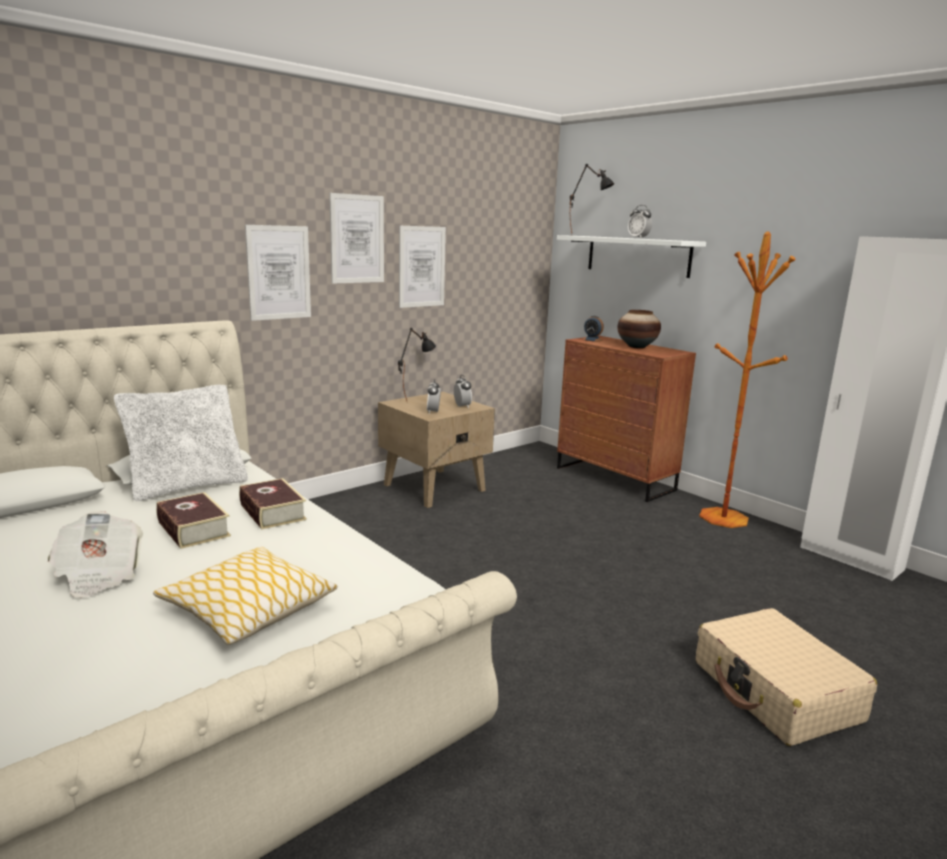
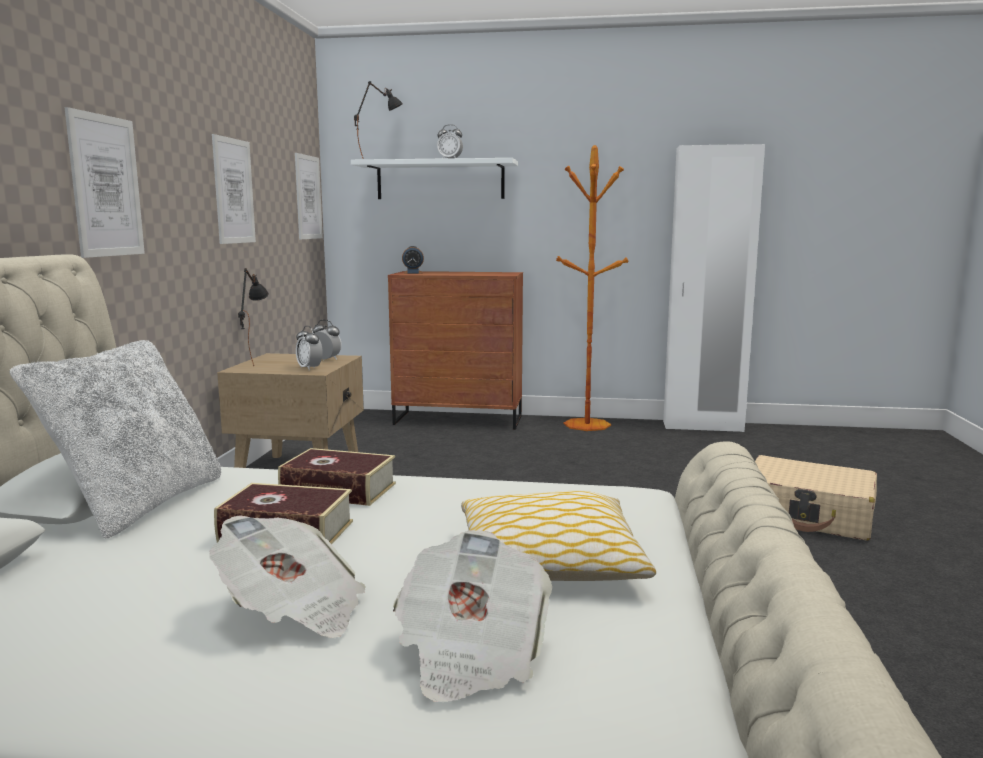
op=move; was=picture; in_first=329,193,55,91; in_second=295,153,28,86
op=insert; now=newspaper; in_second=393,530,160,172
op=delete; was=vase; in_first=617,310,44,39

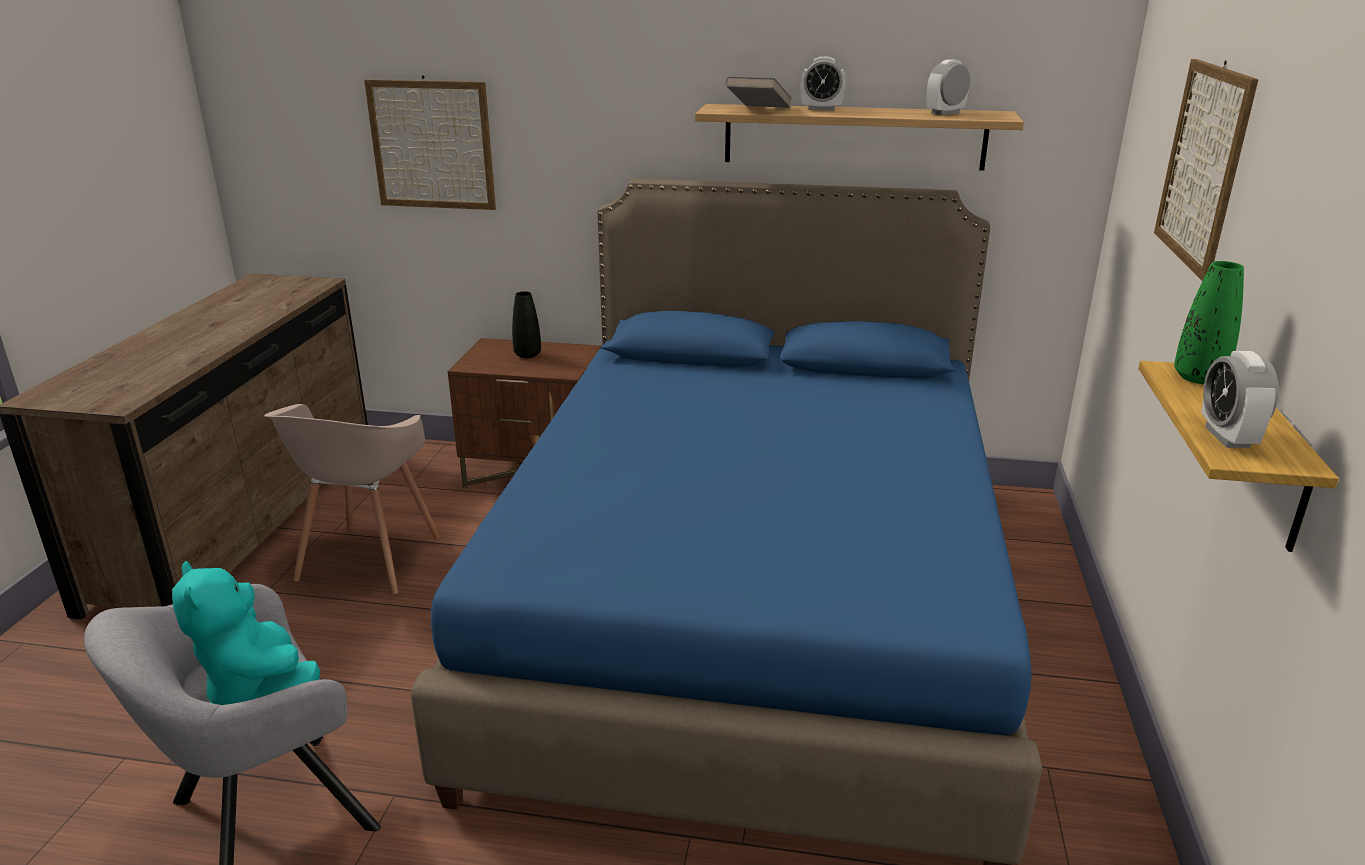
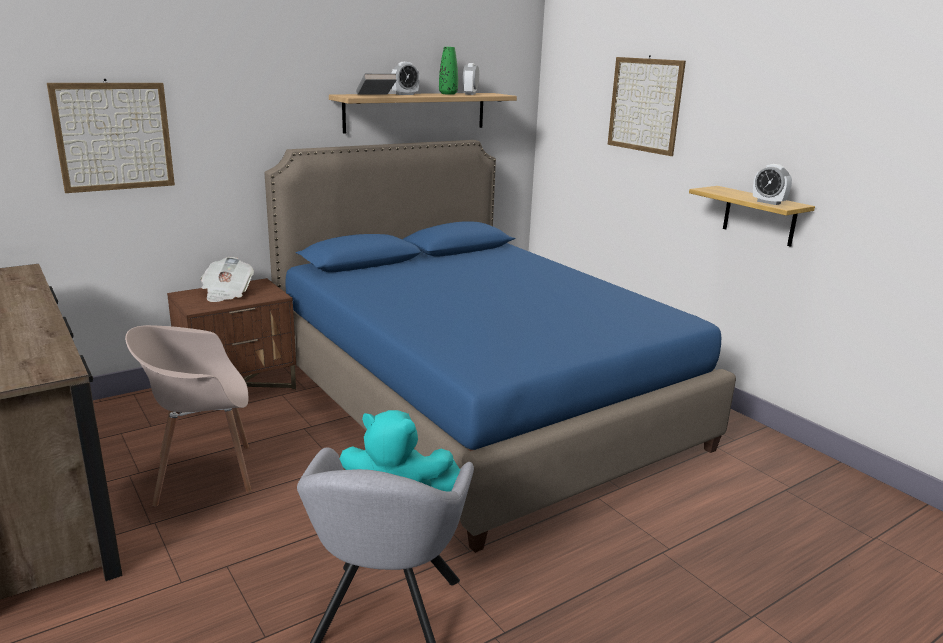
op=rotate; was=beige_chair; in_first=264,404,176,190; in_second=125,325,126,182; clockwise=105
op=replace; was=black_vase; now=newspaper; in_first=512,291,29,67; in_second=201,257,53,45
op=move; was=green_vase; in_first=1174,261,70,123; in_second=439,47,19,48

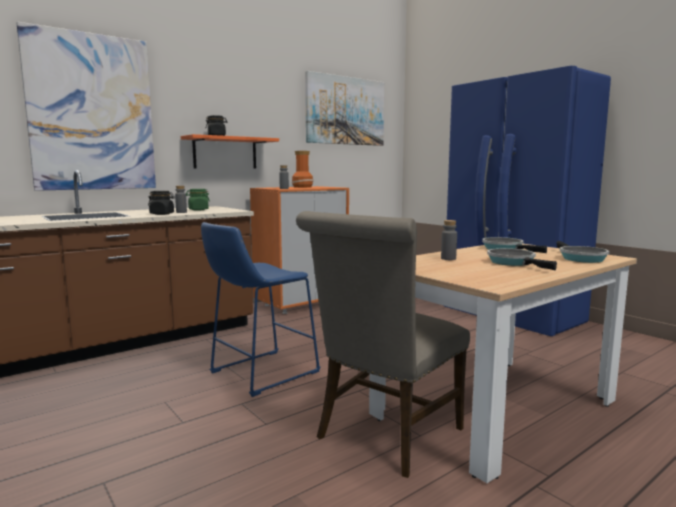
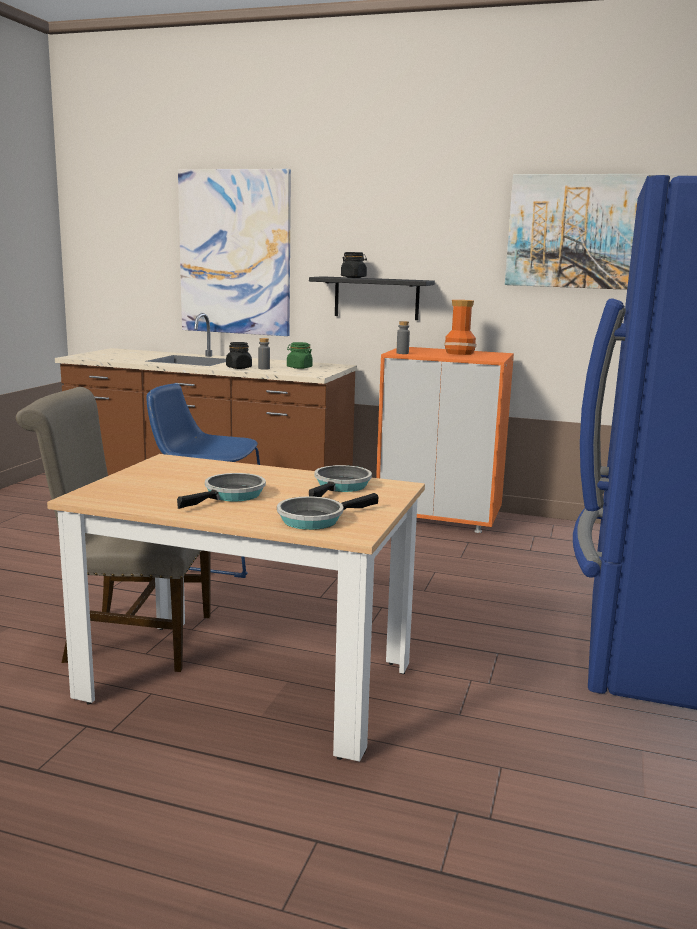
op=recolor; was=orange_shelf; now=black_shelf; in_first=181,134,98,35; in_second=309,276,126,44
op=delete; was=grey_bottle; in_first=441,220,16,40

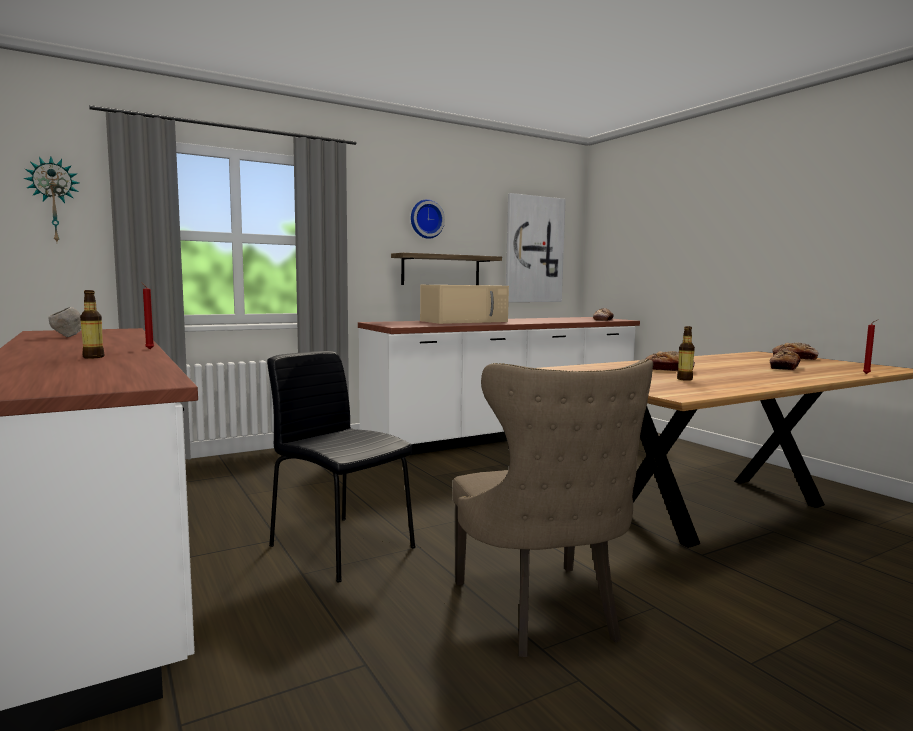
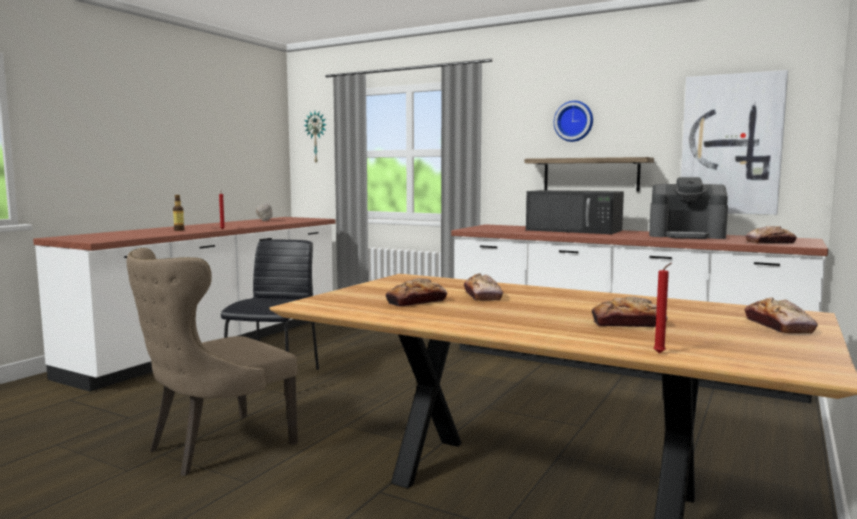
op=replace; was=bottle; now=bread; in_first=677,326,18,55; in_second=386,278,61,29
op=recolor; was=beige_microwave; now=black_microwave; in_first=420,285,89,39; in_second=526,190,98,44
op=insert; now=coffee_machine; in_second=649,177,79,62

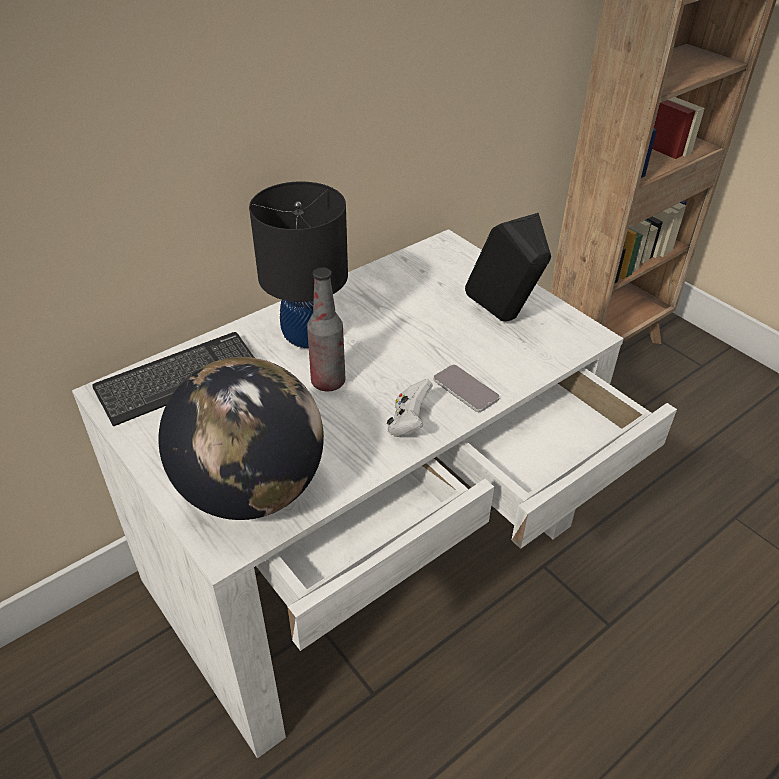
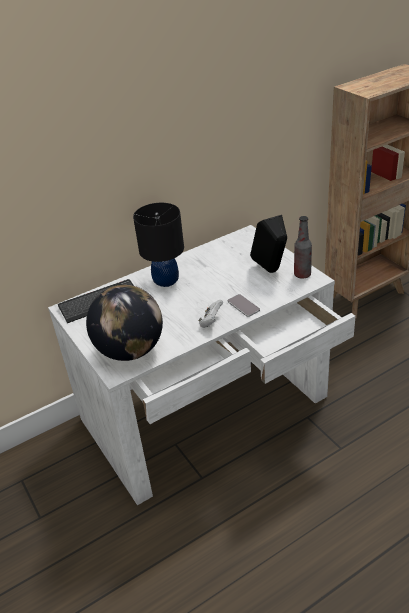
op=move; was=bottle; in_first=307,268,38,123; in_second=294,216,18,63

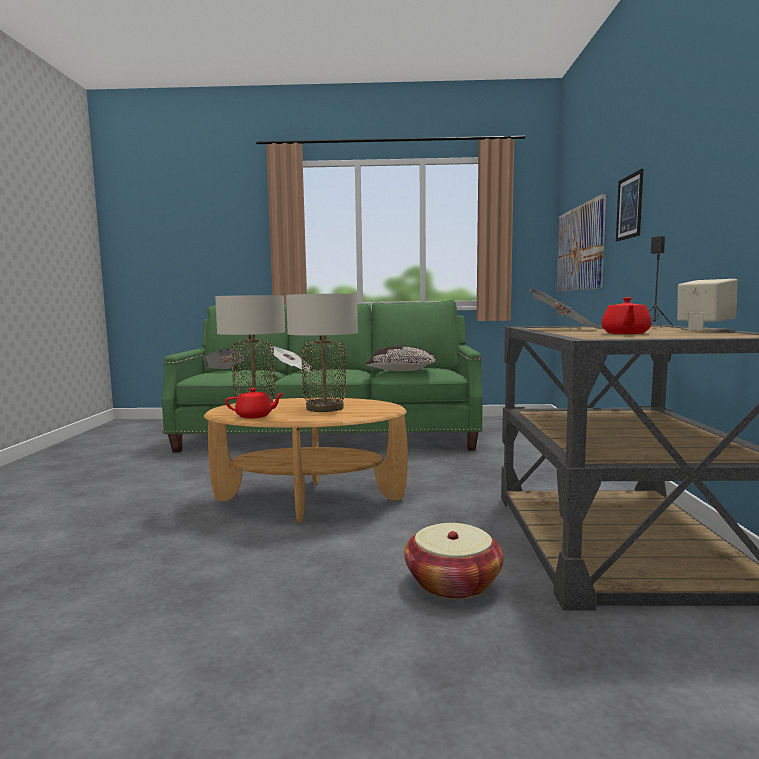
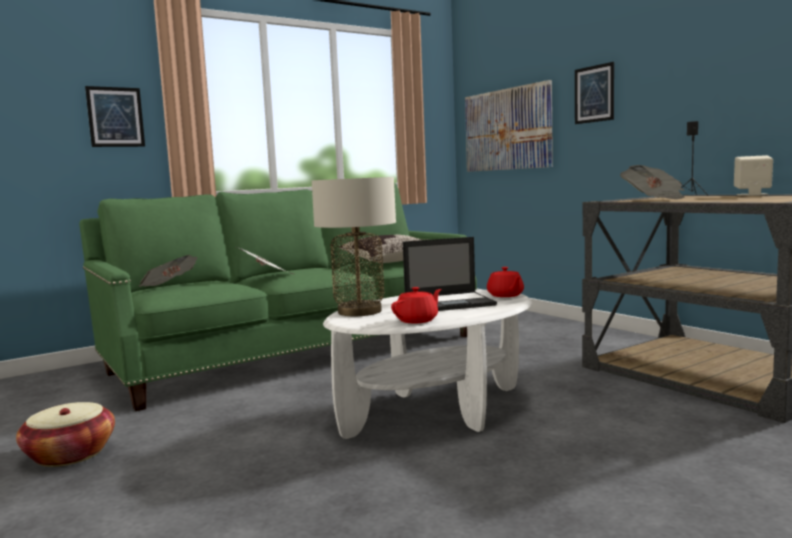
op=move; was=basket; in_first=404,523,99,76; in_second=16,402,99,65
op=insert; now=picture; in_second=85,86,60,61
op=recolor; was=brown_coffee_table; now=white_coffee_table; in_first=204,398,204,125; in_second=323,290,209,149
op=replace; was=table_lamp; now=laptop; in_first=286,294,72,118; in_second=403,237,94,74
op=move; was=red_teapot; in_first=601,297,51,37; in_second=487,267,37,30

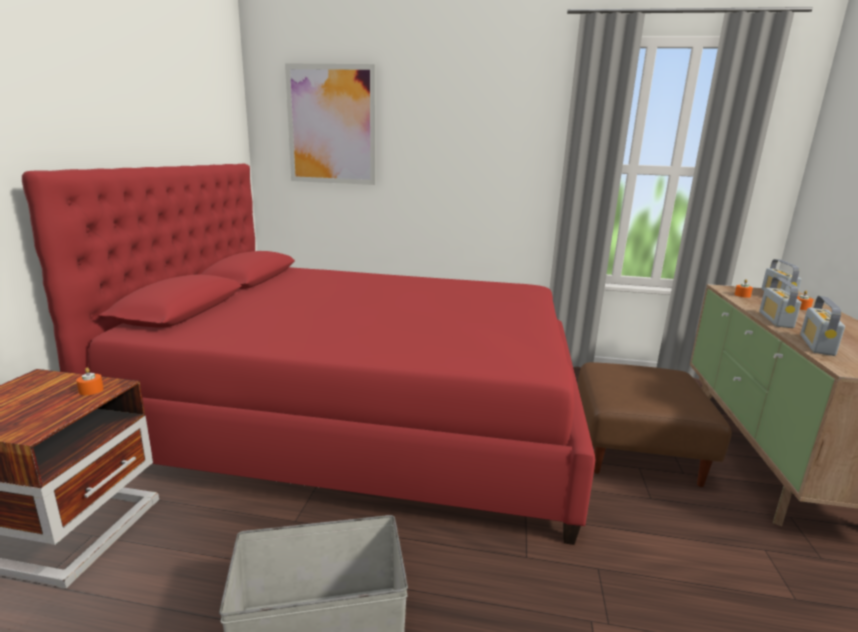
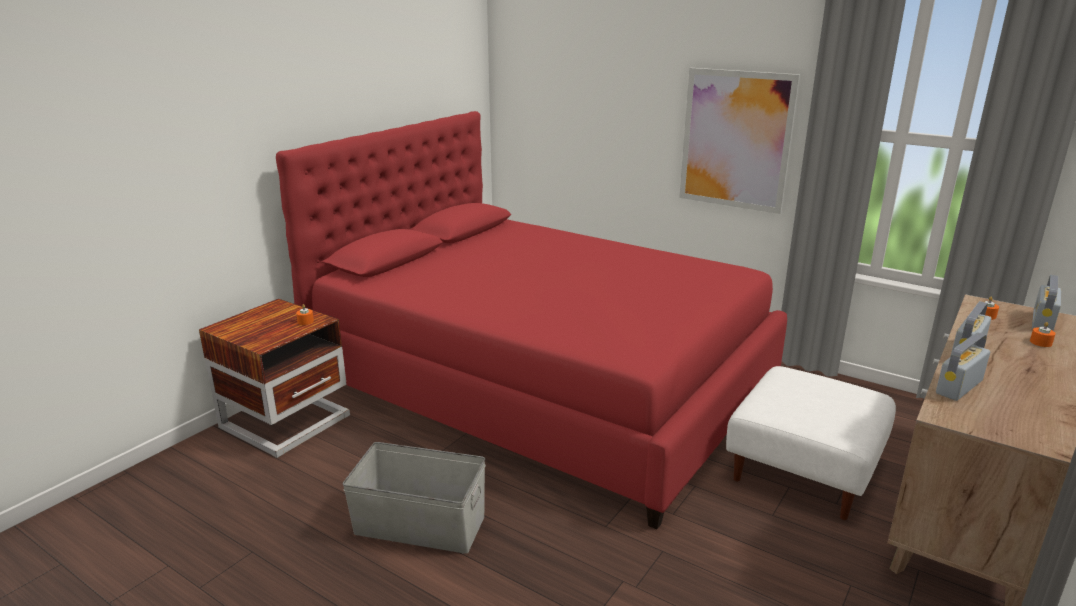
op=move; was=picture; in_first=285,63,91,122; in_second=679,68,121,146
op=recolor; was=brown_ottoman; now=white_ottoman; in_first=578,362,154,125; in_second=726,366,170,154

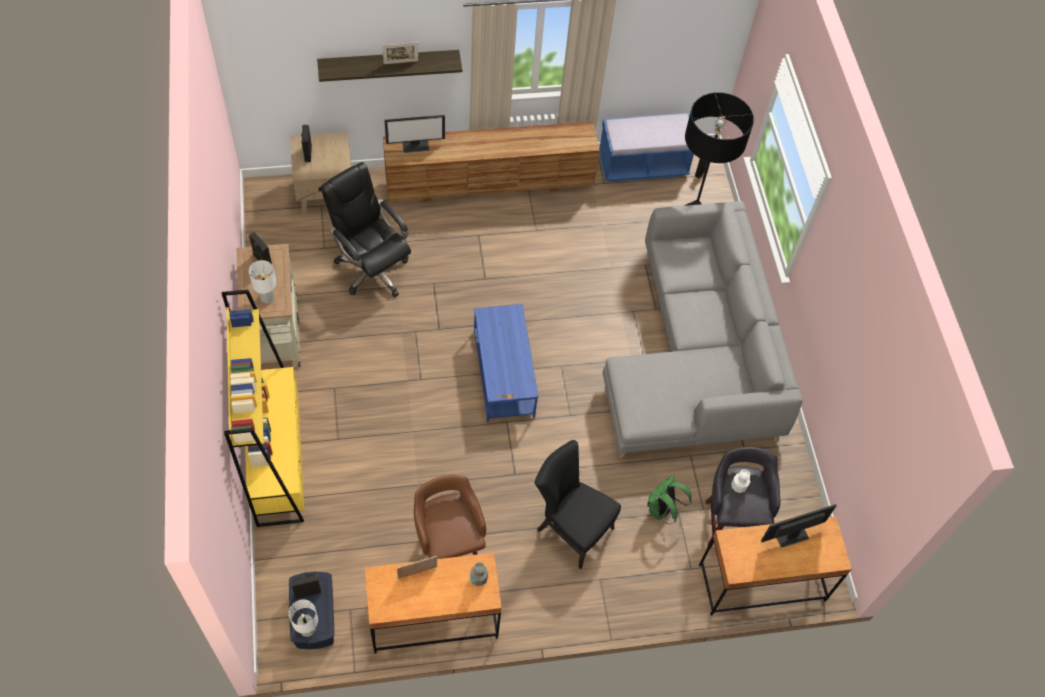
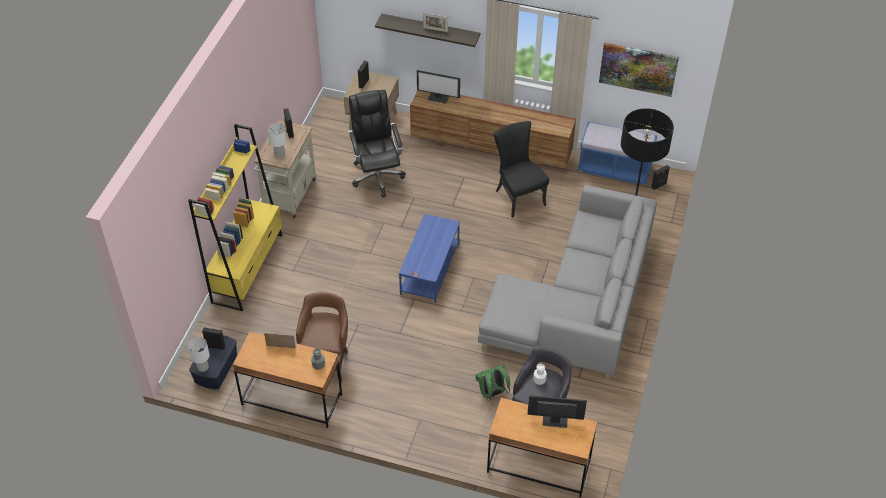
op=move; was=black_chair; in_first=535,440,86,129; in_second=493,121,56,97
op=insert; now=picture; in_second=599,43,80,54

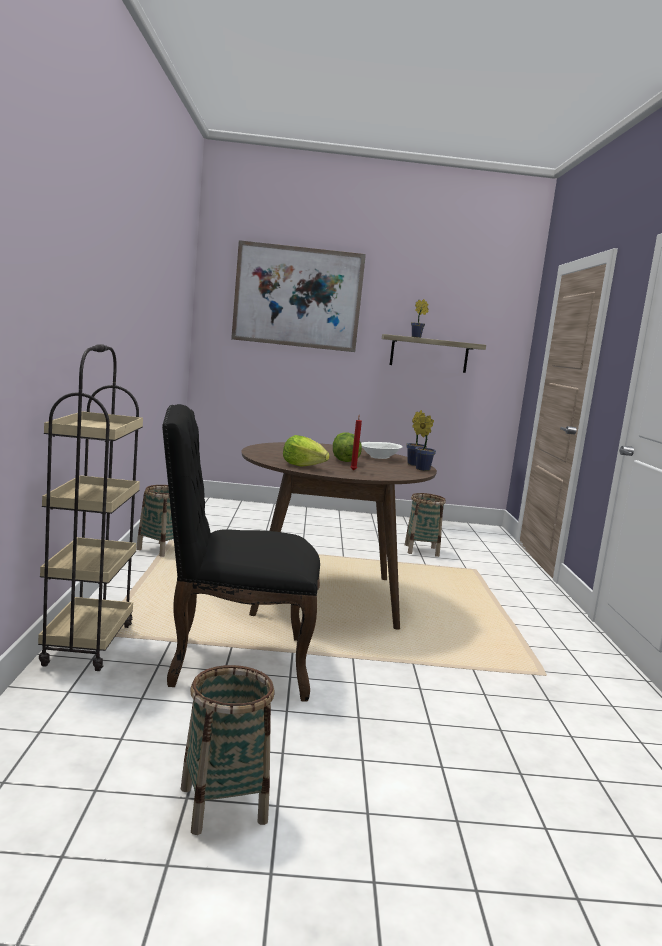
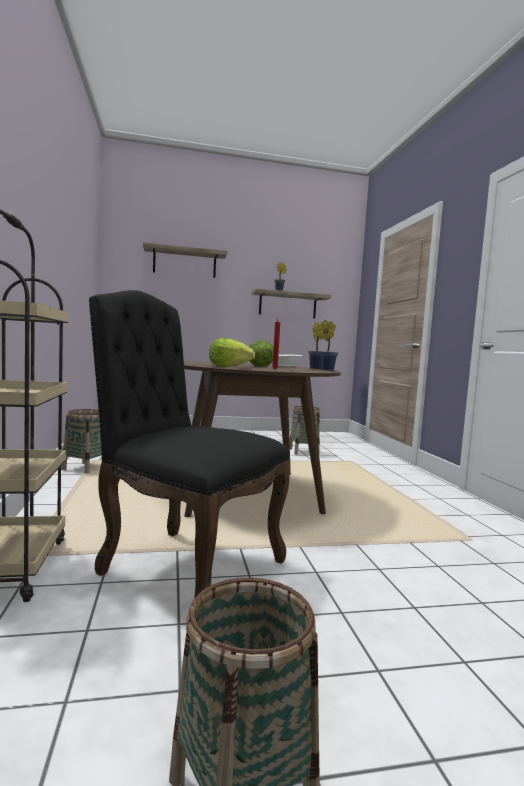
op=rotate; was=black_chair; in_first=162,404,158,298; in_second=89,290,201,309; clockwise=45
op=replace; was=picture; now=shelf; in_first=231,240,135,112; in_second=143,242,84,36

